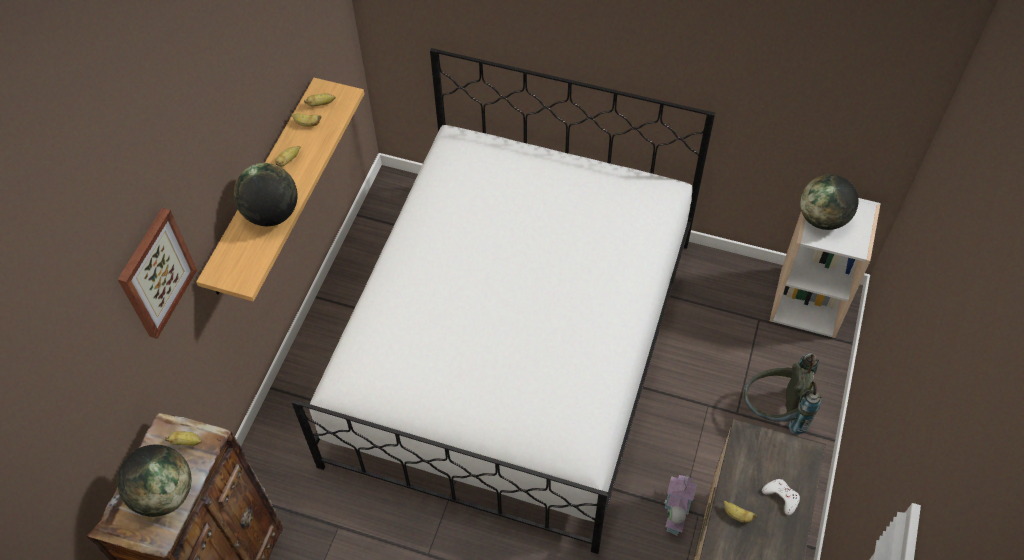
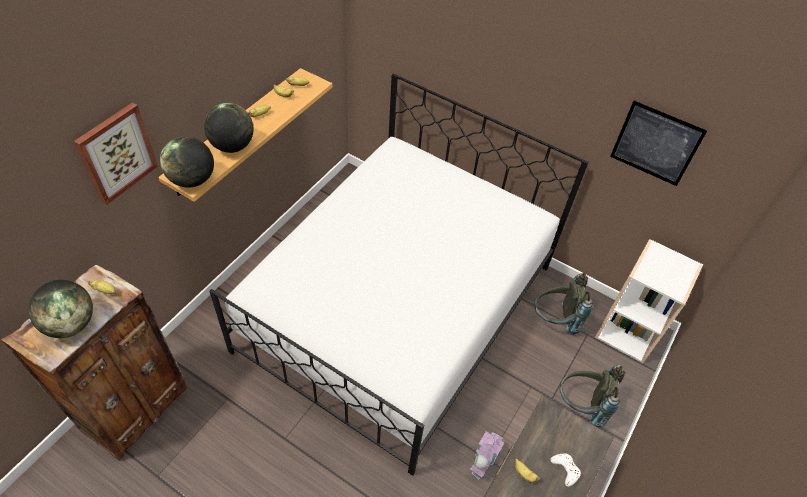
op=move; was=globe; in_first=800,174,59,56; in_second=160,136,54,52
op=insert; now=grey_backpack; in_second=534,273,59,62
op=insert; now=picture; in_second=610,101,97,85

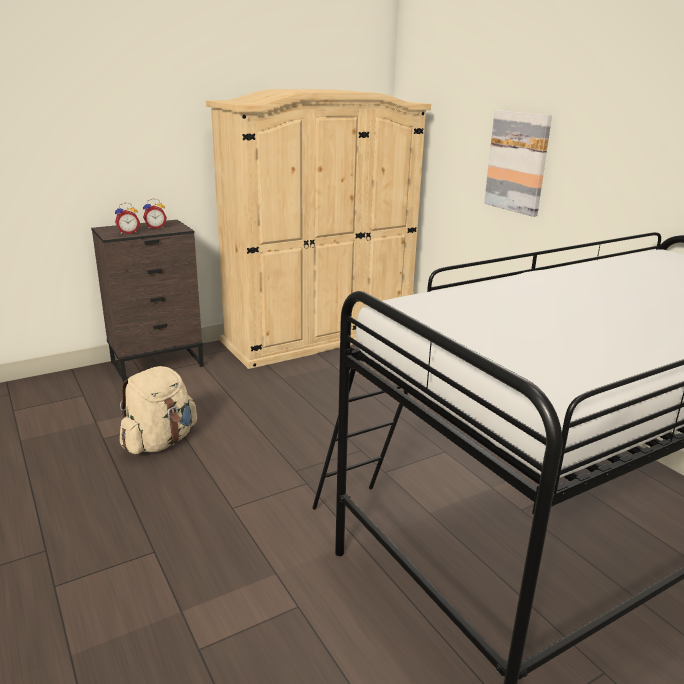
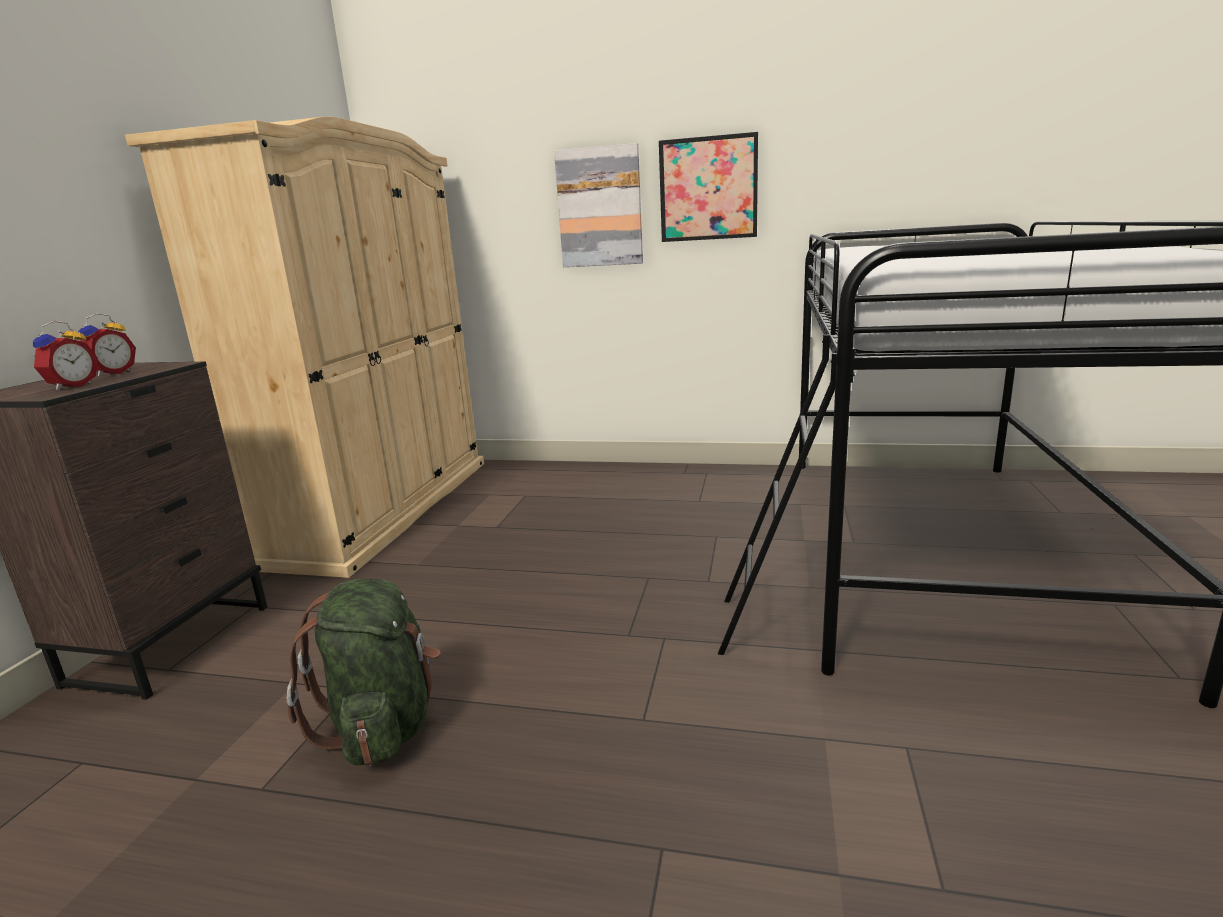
op=recolor; was=beige_backpack; now=green_backpack; in_first=120,366,77,88; in_second=286,579,154,187
op=insert; now=picture; in_second=659,132,99,110

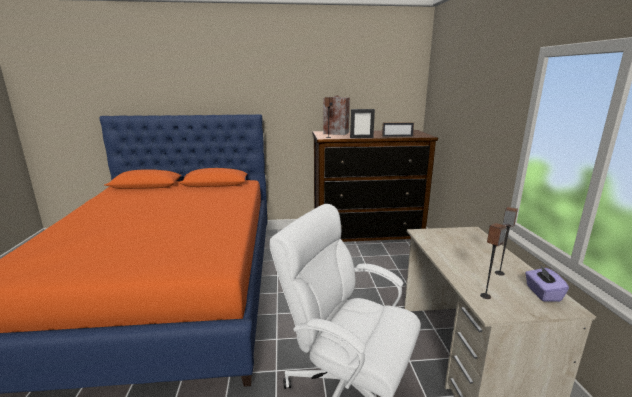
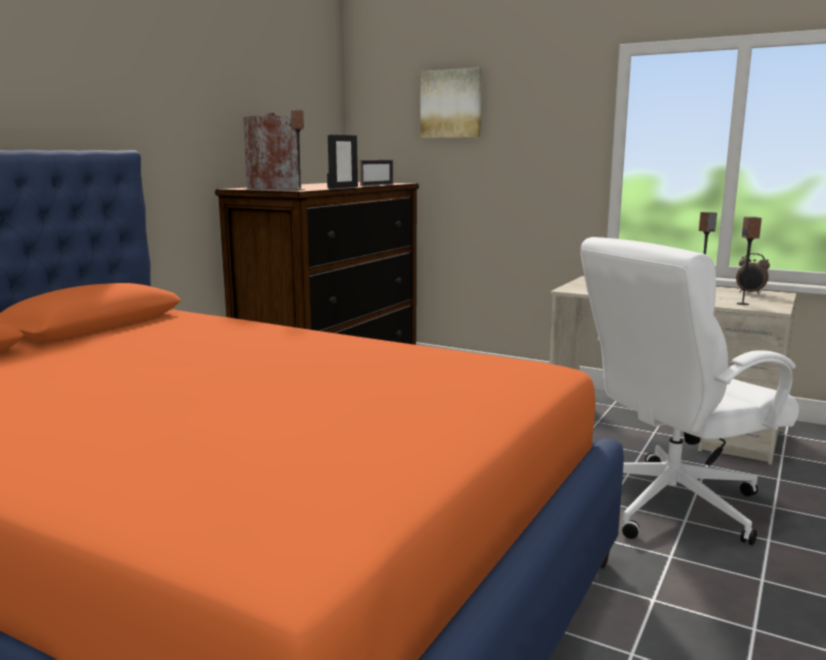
op=insert; now=picture; in_second=420,67,62,71
op=replace; was=purple_tissue_box; now=alarm_clock; in_first=525,266,44,36; in_second=736,253,34,42

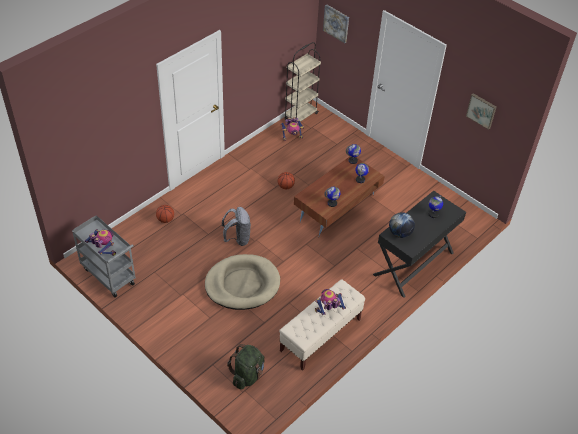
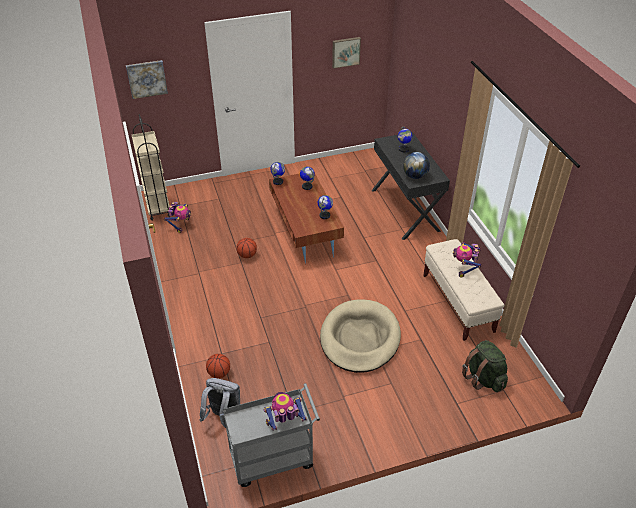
op=move; was=grey_backpack; in_first=222,207,29,39; in_second=200,378,40,50

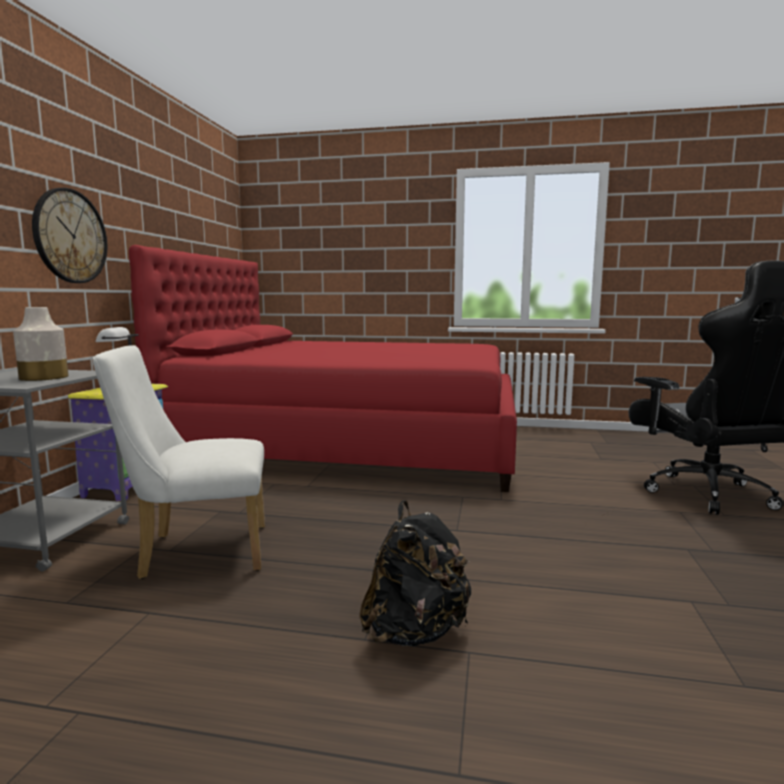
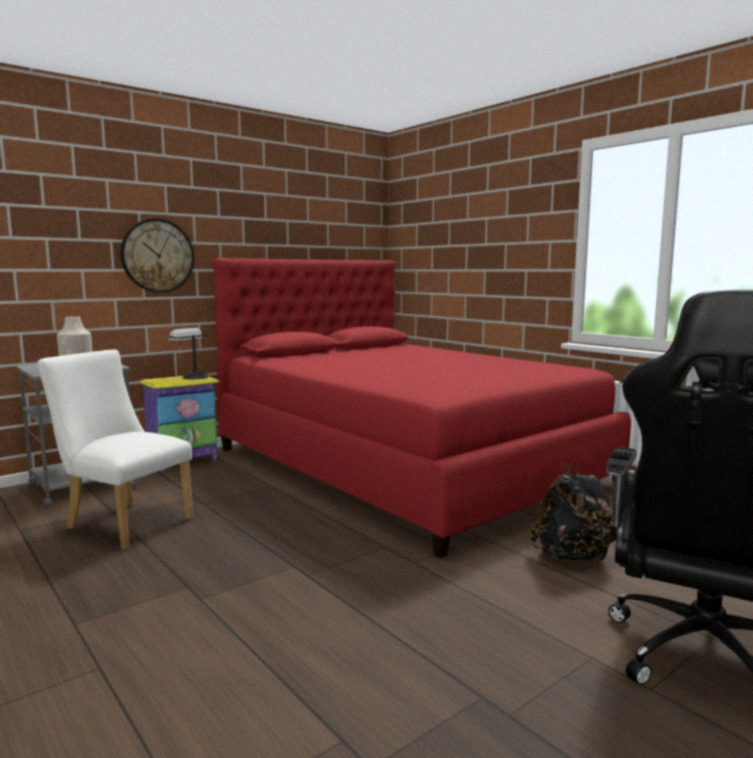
op=move; was=black_backpack; in_first=359,500,112,146; in_second=530,462,87,99

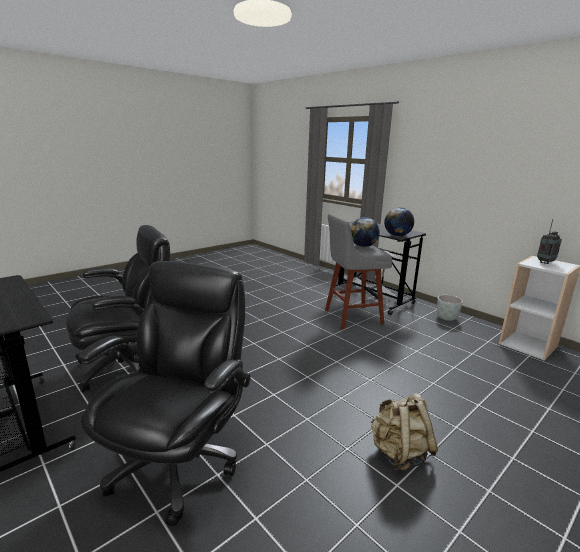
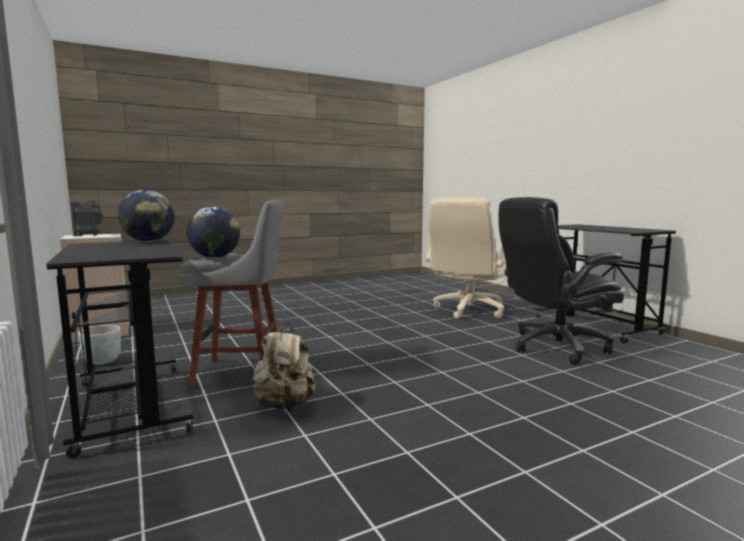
op=move; was=beige_backpack; in_first=371,393,67,78; in_second=252,323,64,89
op=recolor; was=black_office_chair; now=beige_office_chair; in_first=79,261,172,265; in_second=426,197,80,122

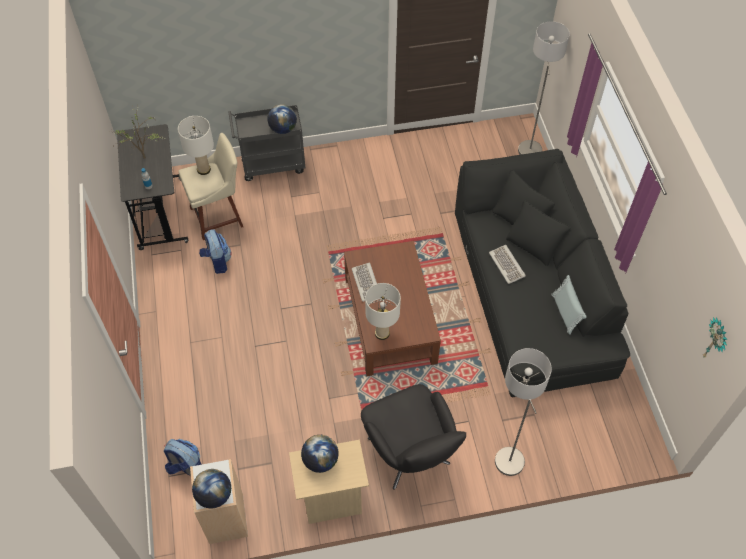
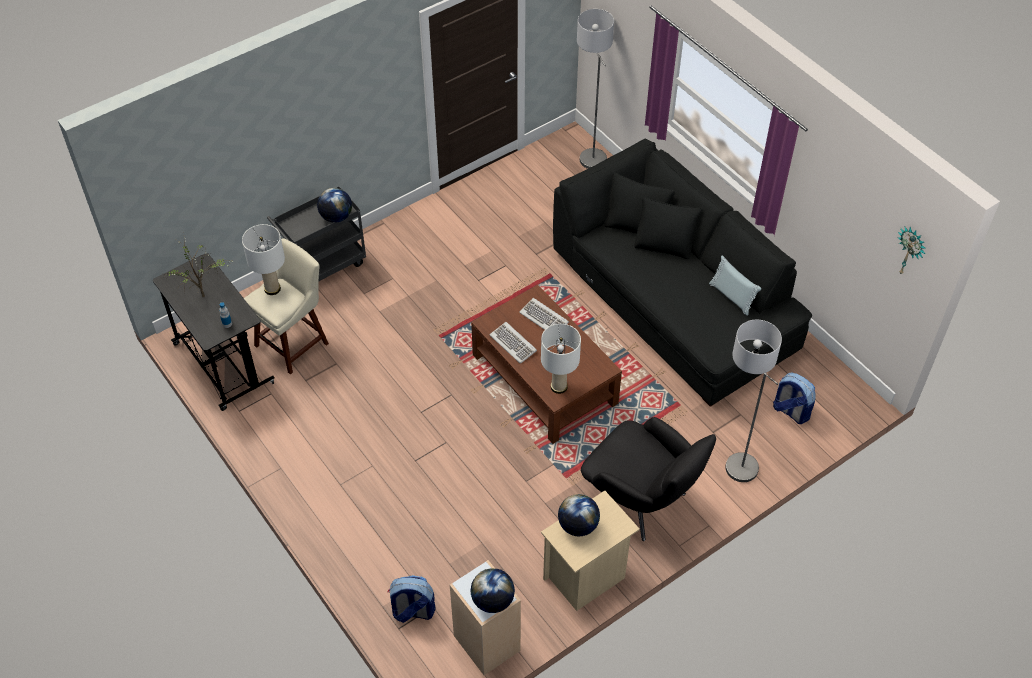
op=move; was=keyboard; in_first=489,245,37,39; in_second=519,298,50,32
op=move; was=backpack; in_first=199,229,33,45; in_second=773,372,43,52

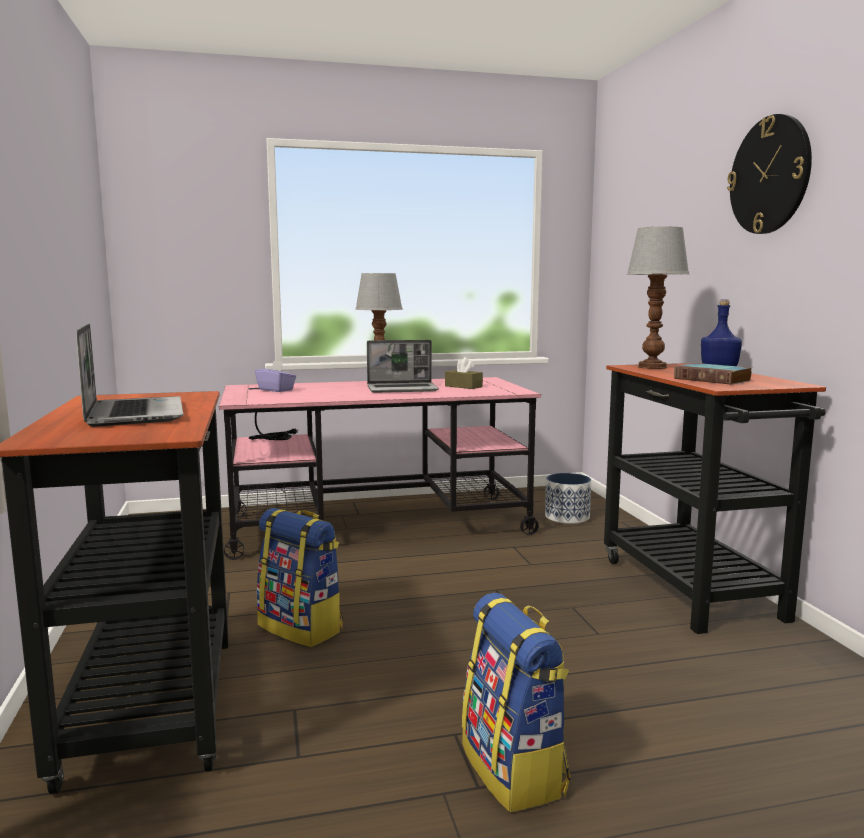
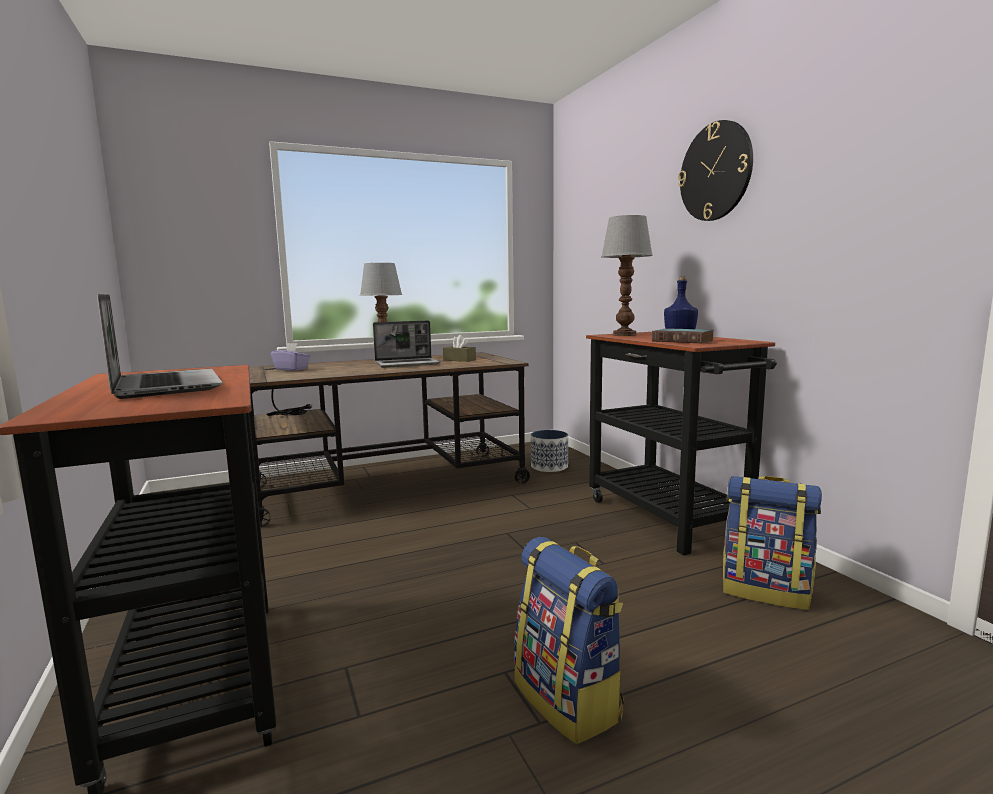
op=recolor; was=pink_desk; now=brown_desk; in_first=219,377,322,183; in_second=249,352,281,175
op=move; was=backpack; in_first=256,508,87,139; in_second=723,476,99,134

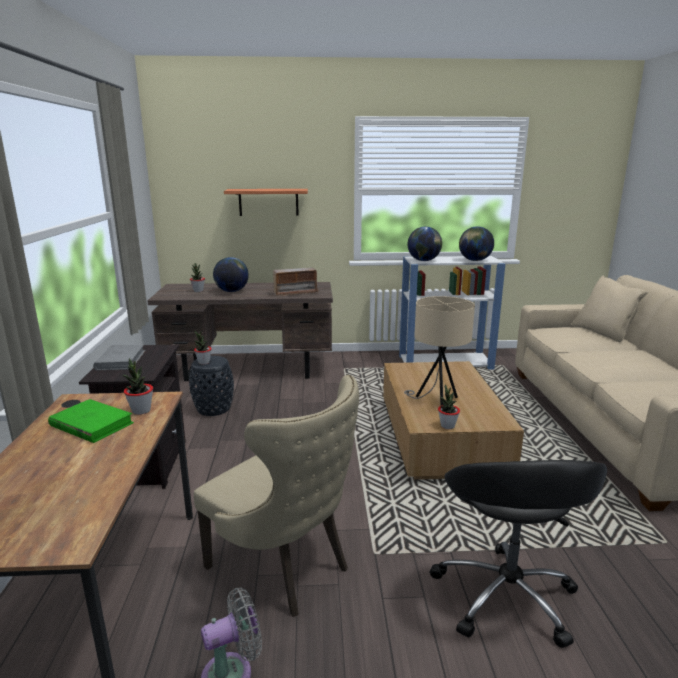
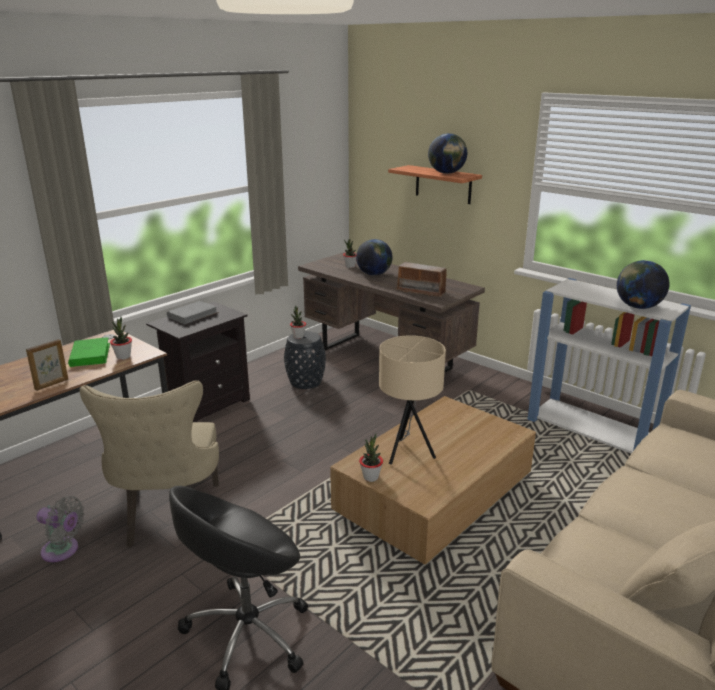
op=insert; now=picture_frame; in_second=26,339,42,52
op=move; was=globe; in_first=407,227,35,34; in_second=428,133,39,41

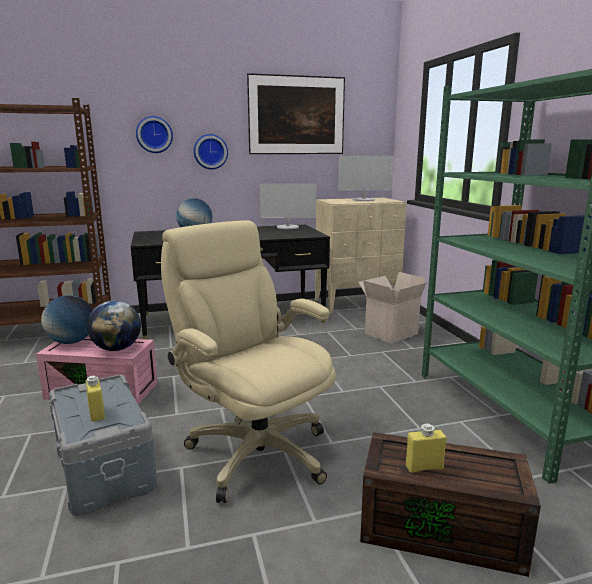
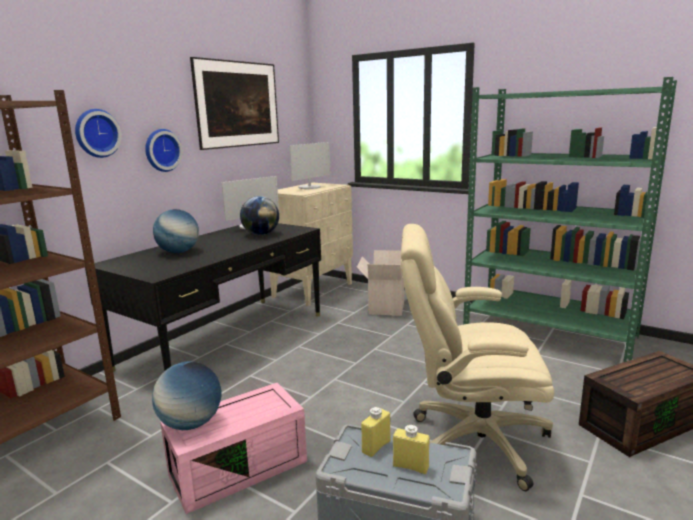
op=move; was=globe; in_first=87,300,54,51; in_second=240,196,39,39
op=move; was=yellow_bottle; in_first=406,424,41,49; in_second=361,407,29,50

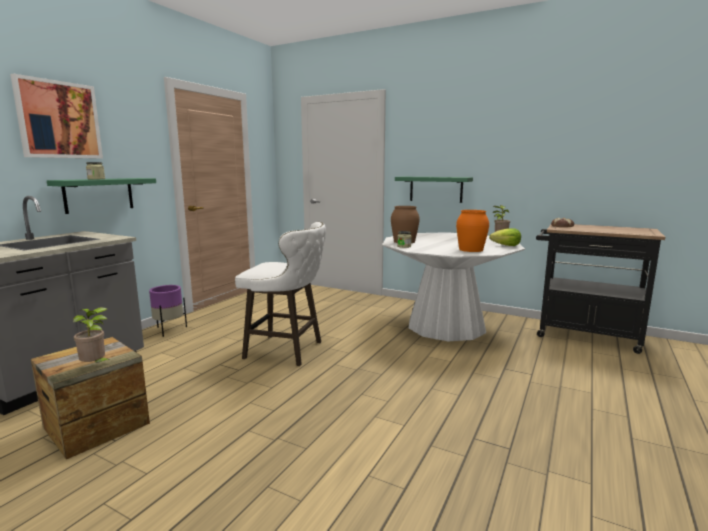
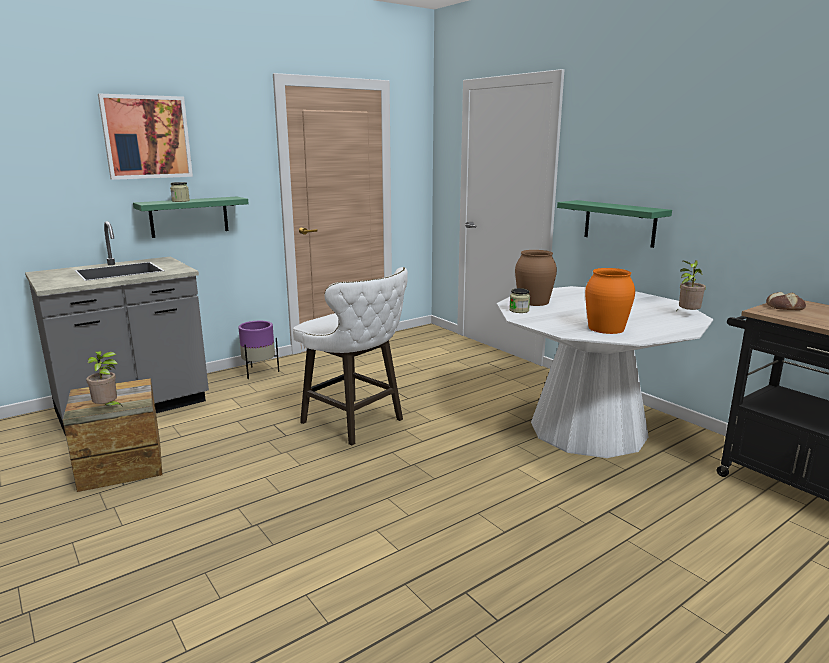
op=delete; was=lettuce; in_first=489,228,32,18

